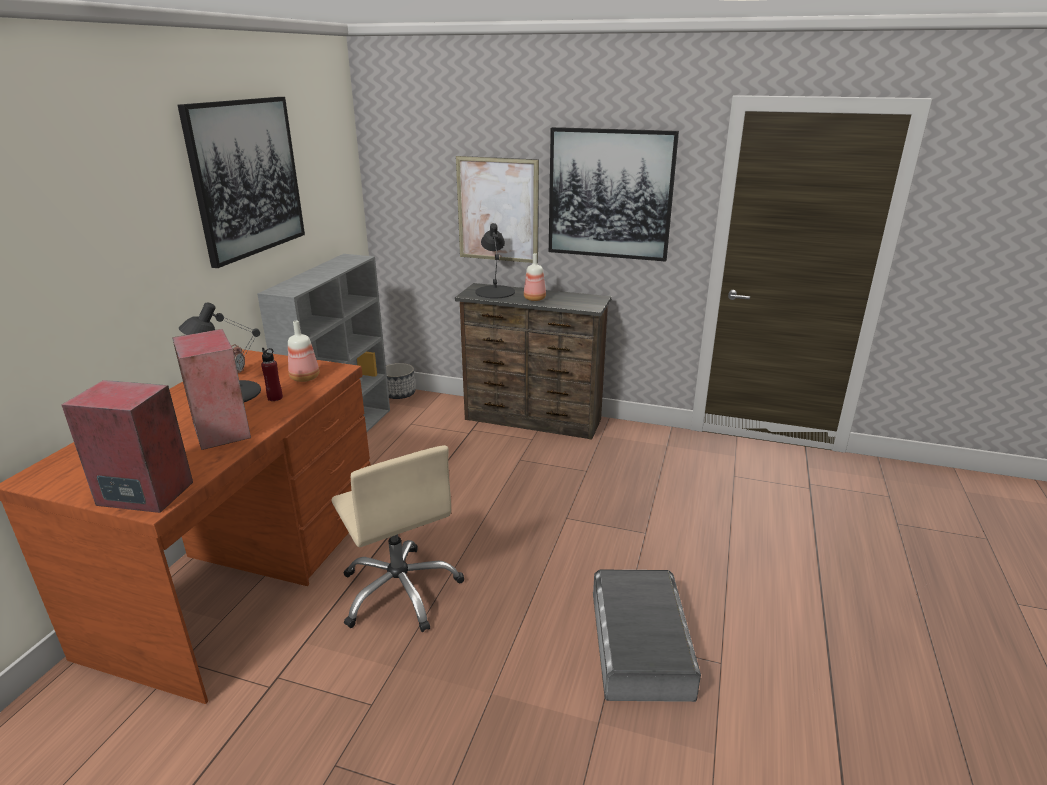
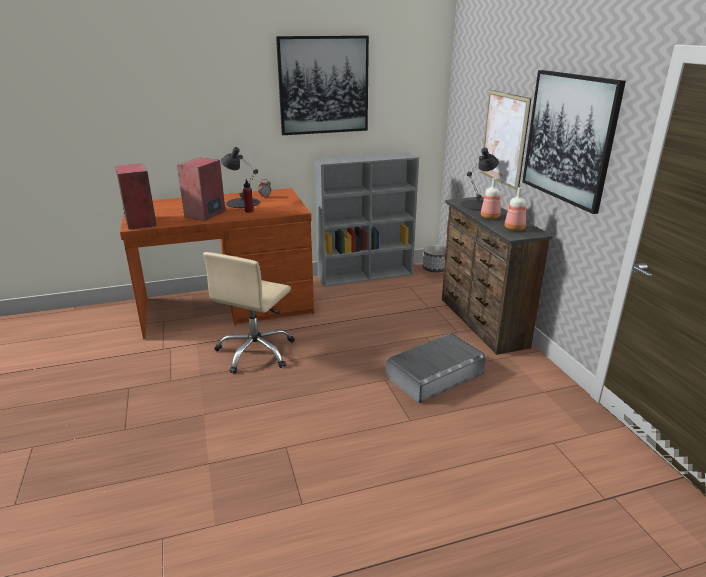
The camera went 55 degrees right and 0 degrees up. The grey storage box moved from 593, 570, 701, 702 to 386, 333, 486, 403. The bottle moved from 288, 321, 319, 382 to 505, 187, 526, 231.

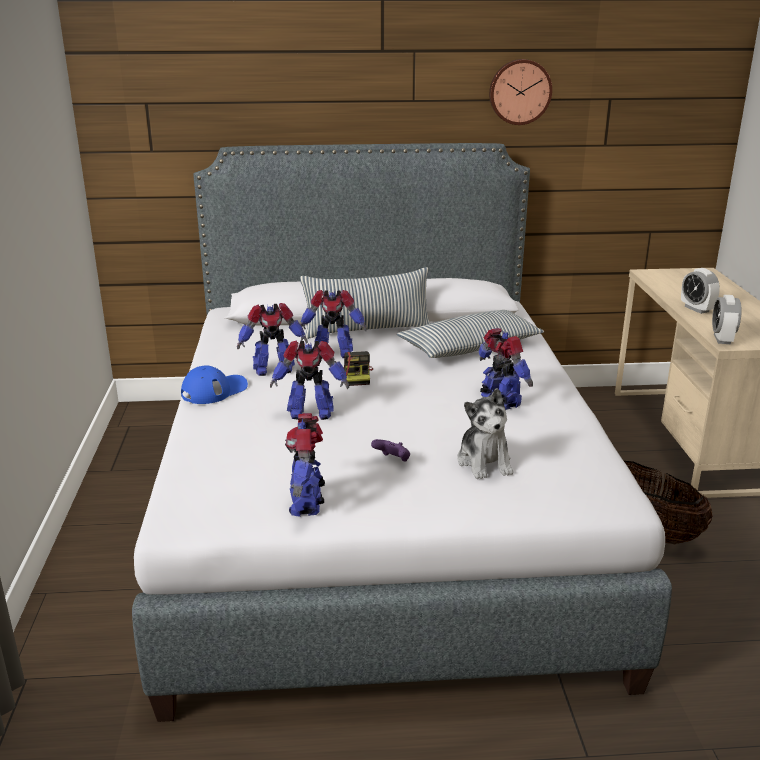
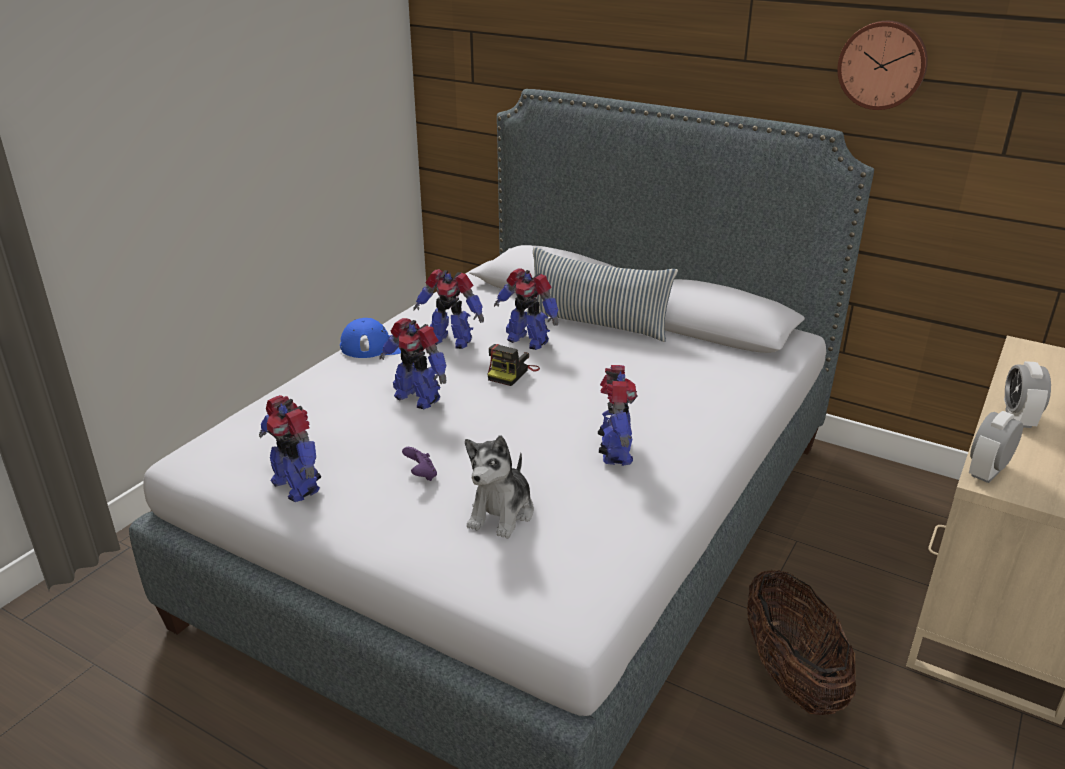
The camera went 35 degrees right and 5 degrees up. The toy robot at 285, 413, 325, 517 turned 75 degrees counterclockwise. The pillow at 397, 310, 544, 358 disappeared.

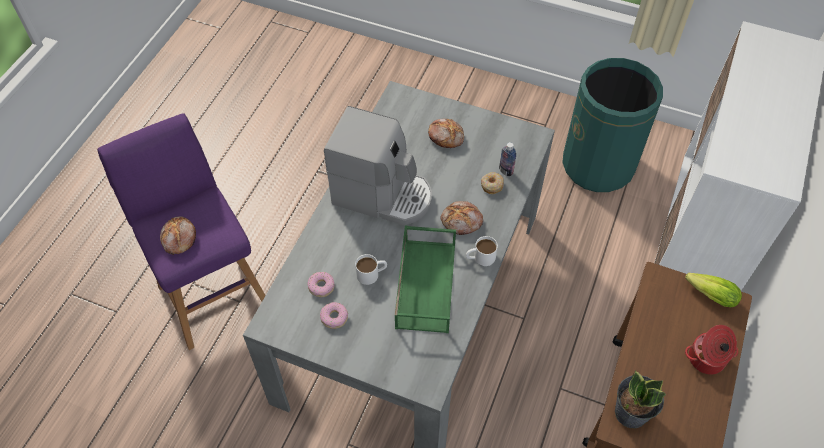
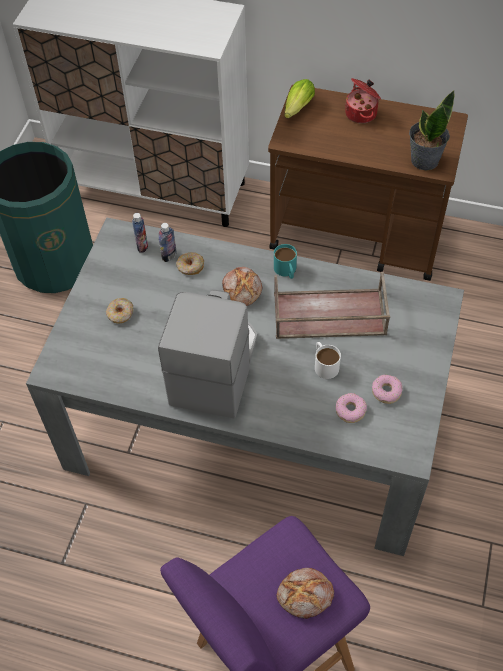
The camera went 95 degrees left and 0 degrees up. The bread at 428, 119, 464, 148 was replaced by the donut at 106, 298, 133, 324. The bottle at 132, 213, 148, 253 appeared. The white mug at 466, 236, 498, 266 became the turquoise mug at 274, 244, 297, 279. The green tray at 395, 225, 456, 333 became the brown tray at 274, 272, 390, 339.

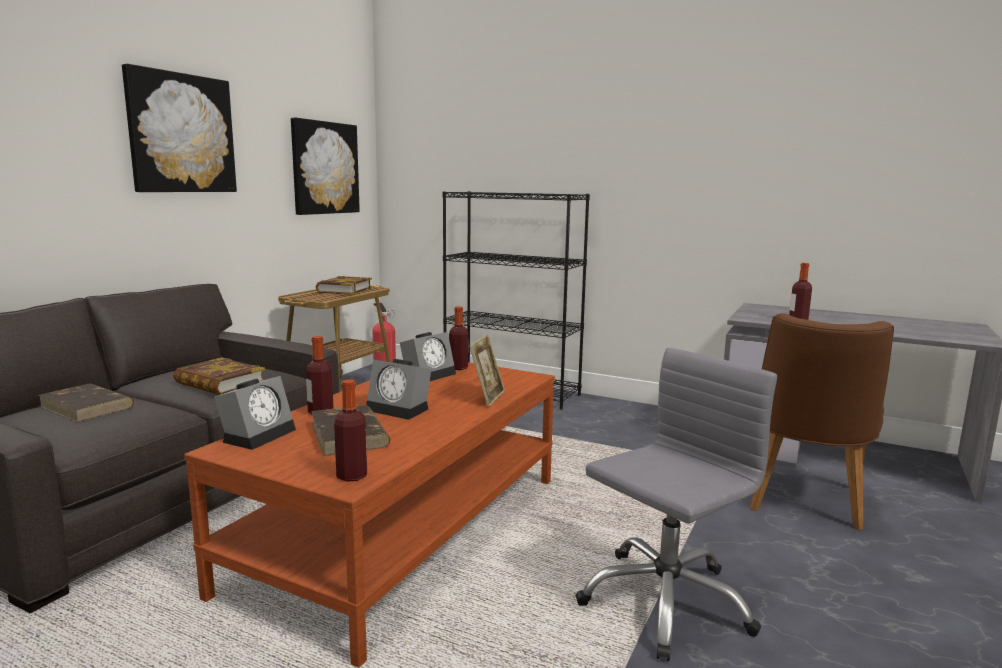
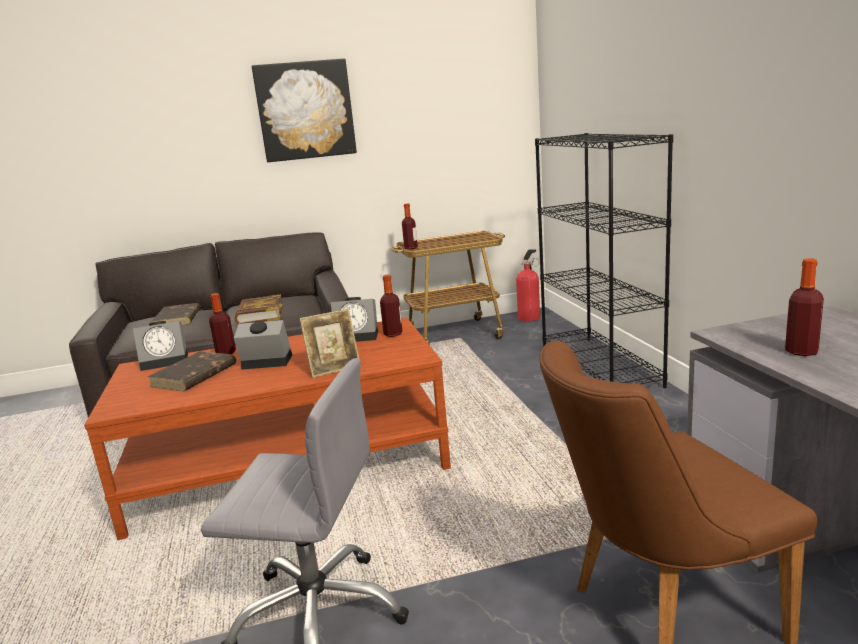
The camera went 50 degrees right and 5 degrees up. The alarm clock at 366, 359, 431, 420 turned 105 degrees clockwise. The bottle moved from 334, 379, 367, 482 to 402, 204, 418, 249. The picture at 291, 118, 360, 215 disappeared. The book at 316, 276, 372, 295 disappeared.

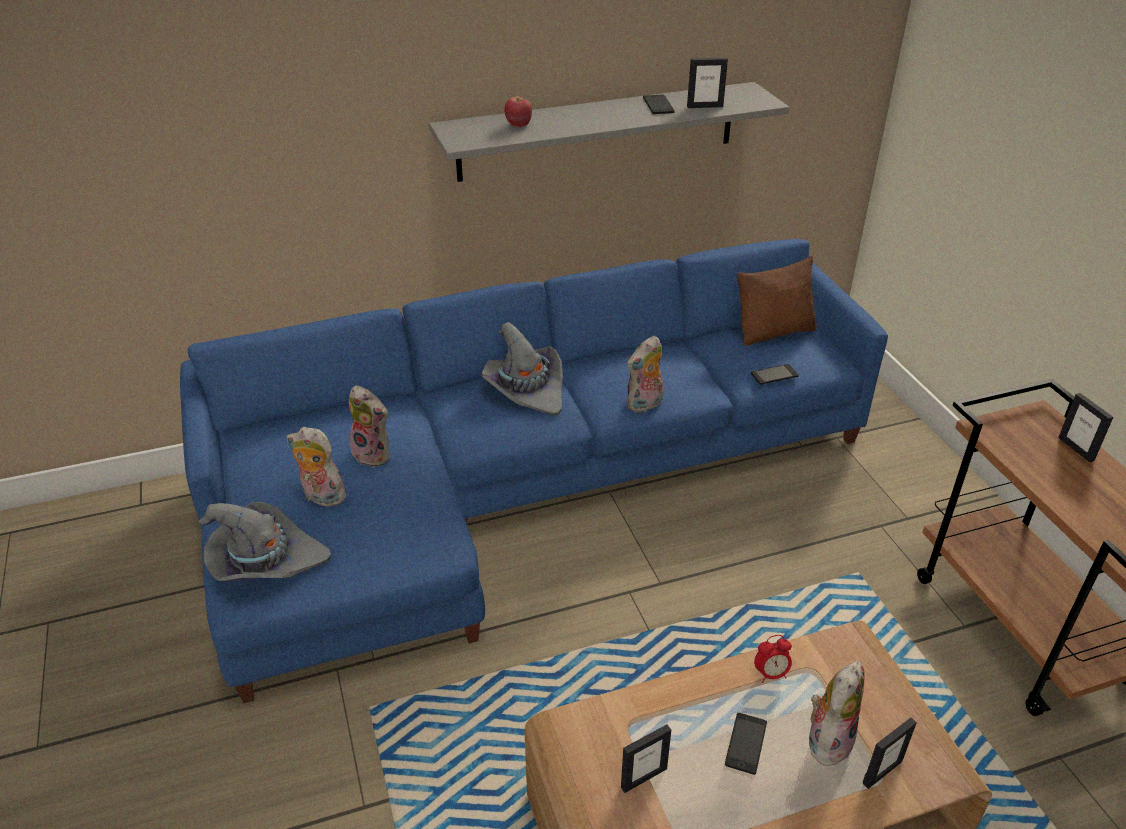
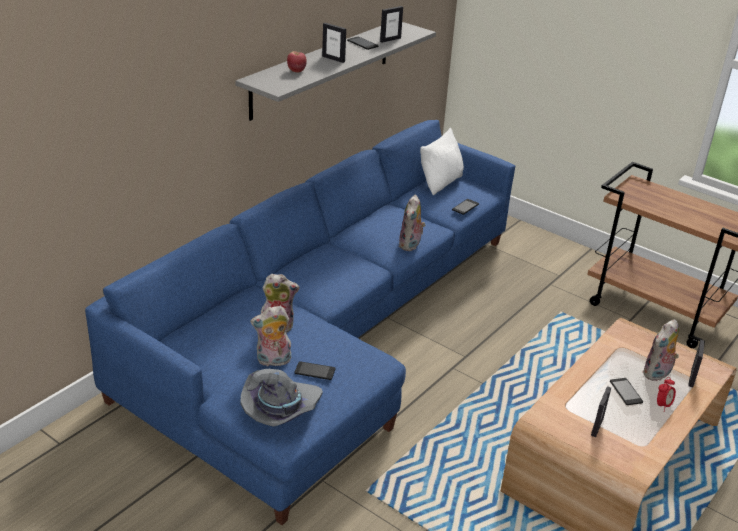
The camera went 35 degrees left and 5 degrees down. The phone at 294, 361, 336, 380 appeared. The picture frame moved from 1058, 393, 1113, 462 to 322, 23, 346, 63. The brown pillow at 737, 256, 817, 346 became the white pillow at 420, 128, 464, 195. The plush toy at 809, 661, 865, 771 turned 135 degrees counterclockwise. The alarm clock moved from 754, 635, 792, 683 to 657, 377, 676, 412. The grey hat at 481, 322, 563, 415 disappeared.

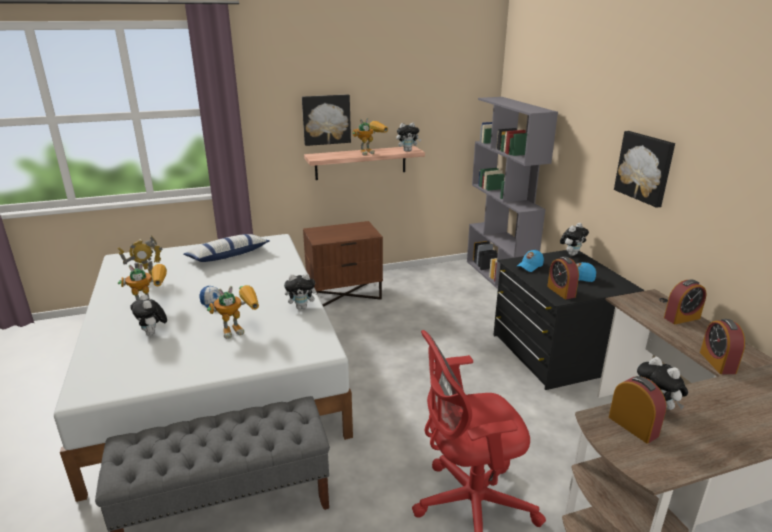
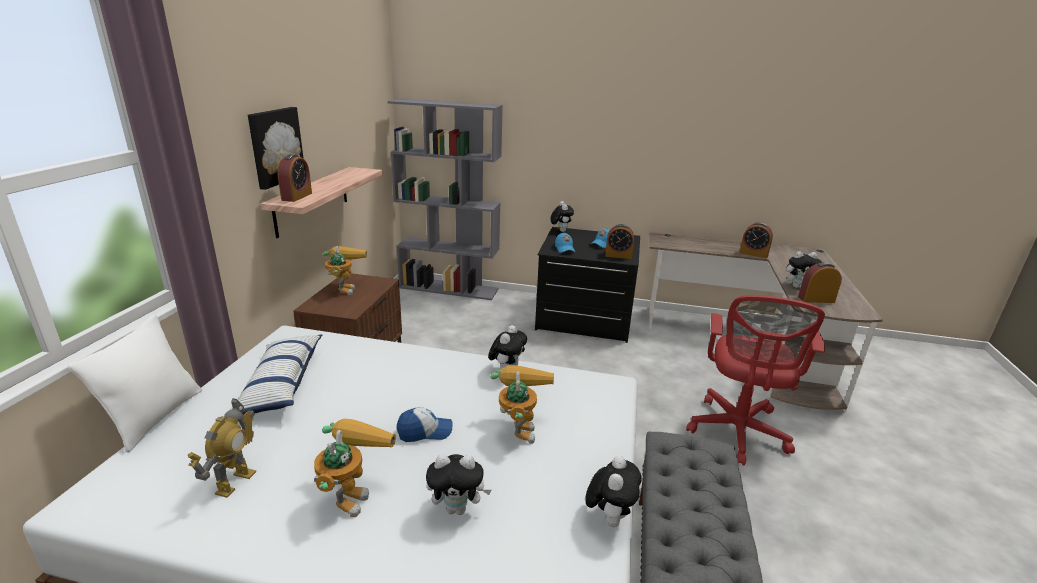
The camera went 60 degrees left and 0 degrees up. The white pillow at 68, 314, 202, 453 appeared. The alarm clock moved from 664, 279, 707, 324 to 277, 154, 312, 202. The toy robot moved from 352, 118, 388, 156 to 323, 246, 367, 295. The plush toy moved from 396, 123, 421, 152 to 585, 456, 642, 527. The picture at 614, 131, 675, 208 disappeared.

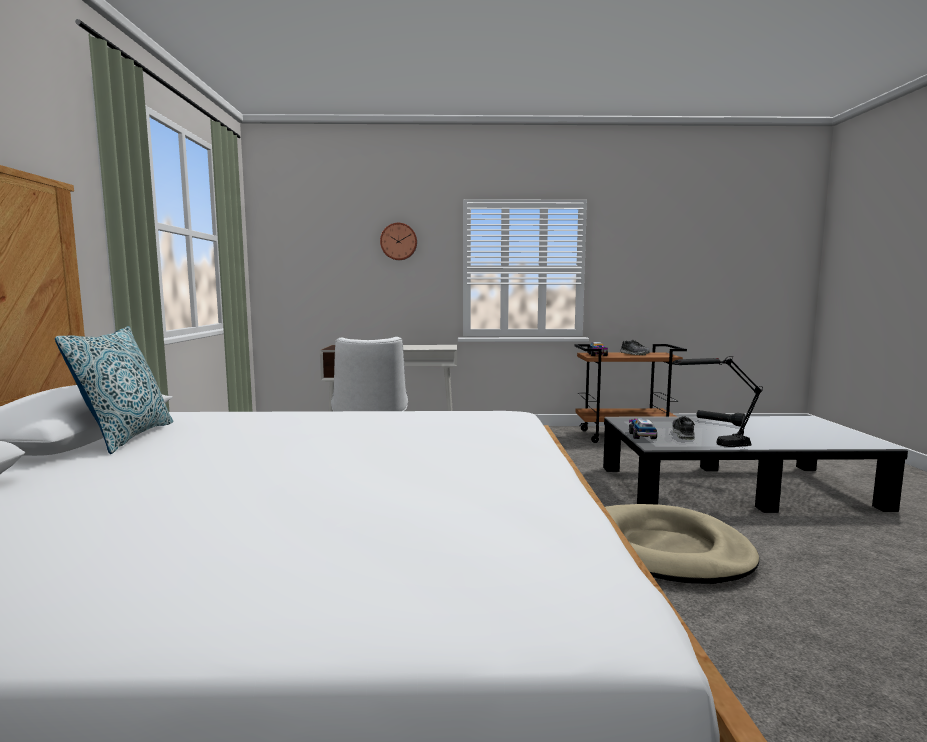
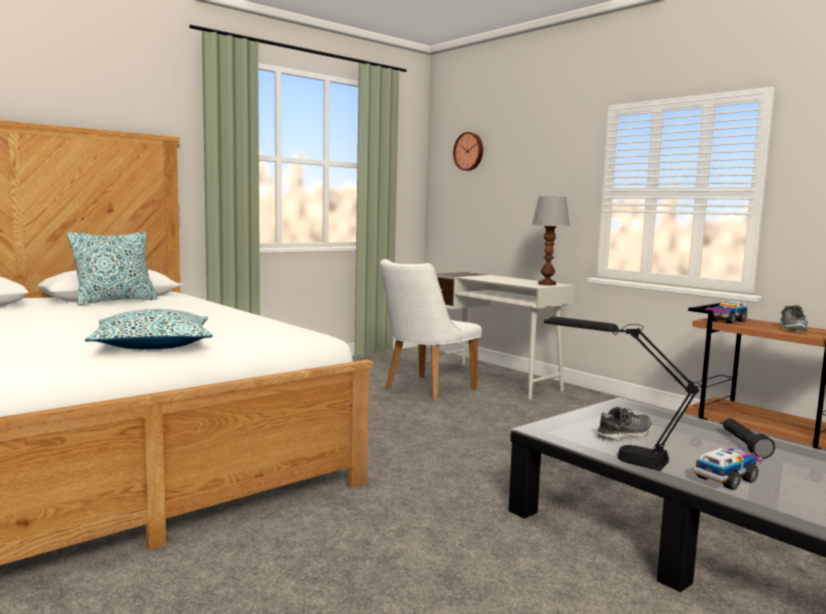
The camera went 50 degrees right and 0 degrees up. The pillow at 85, 309, 212, 349 appeared. The wall clock moved from 380, 223, 417, 260 to 453, 132, 483, 171. The table lamp at 531, 196, 570, 285 appeared. The toy truck moved from 629, 418, 657, 439 to 694, 448, 762, 490. The beige dog bed at 605, 504, 759, 584 disappeared.

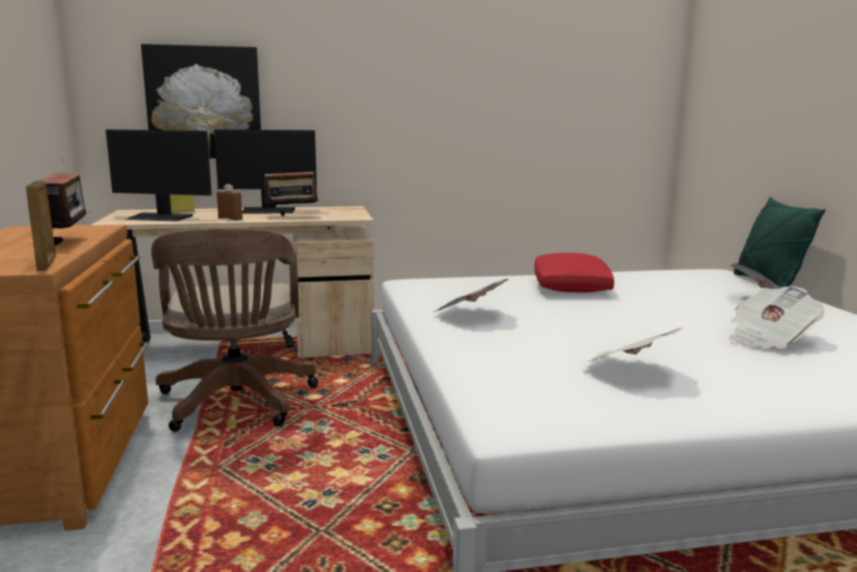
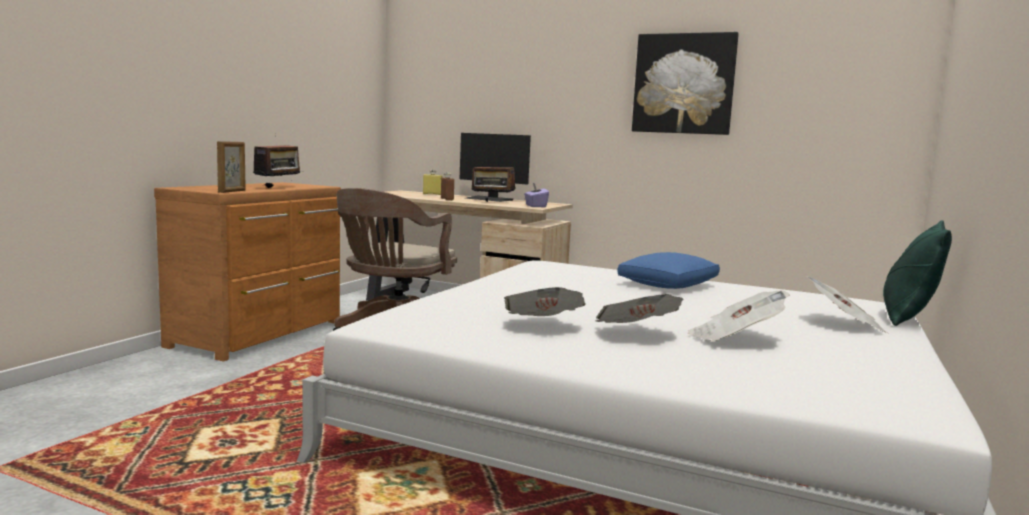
The camera went 35 degrees right and 5 degrees down. The purple tissue box at 524, 183, 549, 207 appeared. The newspaper moved from 433, 279, 509, 312 to 595, 294, 684, 323. The red pillow at 534, 253, 614, 293 became the blue pillow at 617, 252, 720, 289. The picture moved from 141, 44, 261, 158 to 632, 32, 739, 135. The monitor at 106, 129, 212, 222 disappeared.

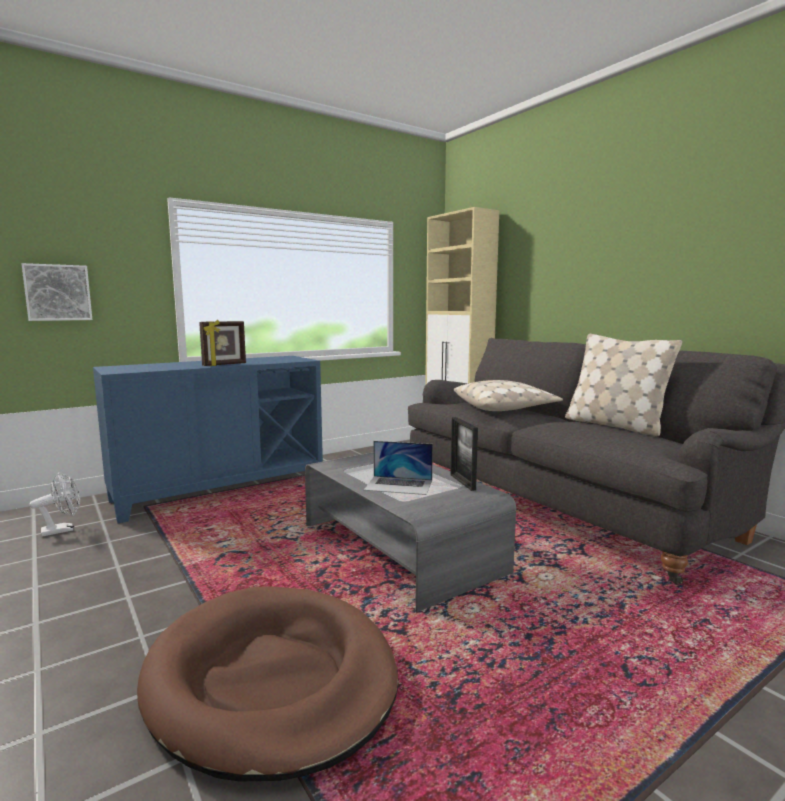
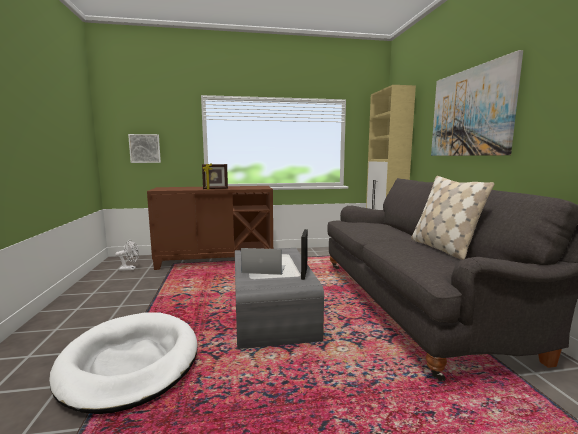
The camera went 25 degrees right and 0 degrees up. The brown dog bed at 137, 586, 398, 782 became the white dog bed at 49, 312, 198, 414. The blue cabinet at 93, 356, 323, 523 became the brown cabinet at 147, 186, 273, 270. The laptop at 364, 441, 433, 495 turned 150 degrees clockwise. The picture at 431, 50, 523, 156 appeared. The beige pillow at 454, 380, 563, 411 disappeared.

